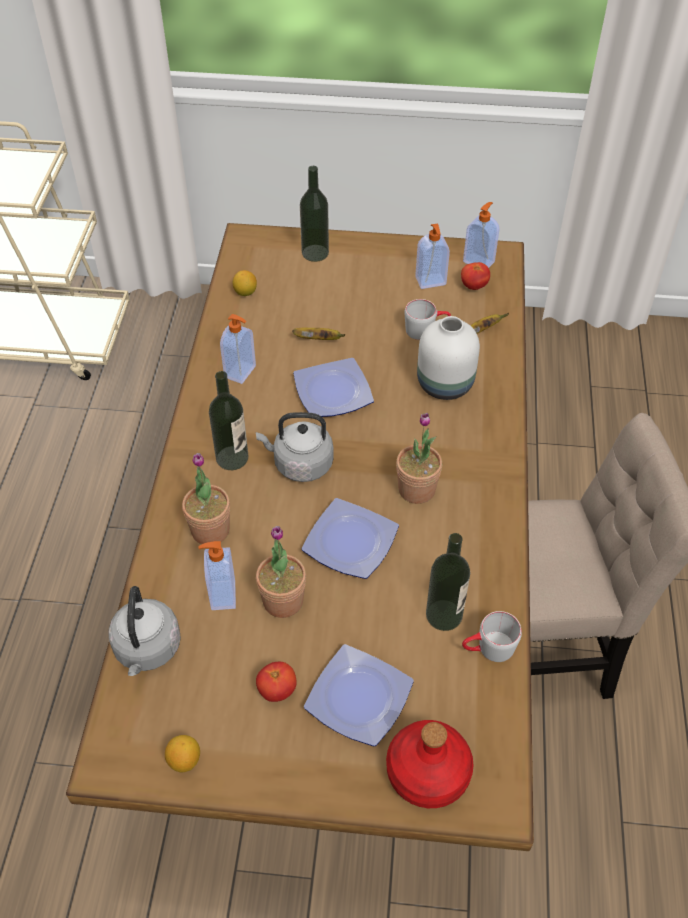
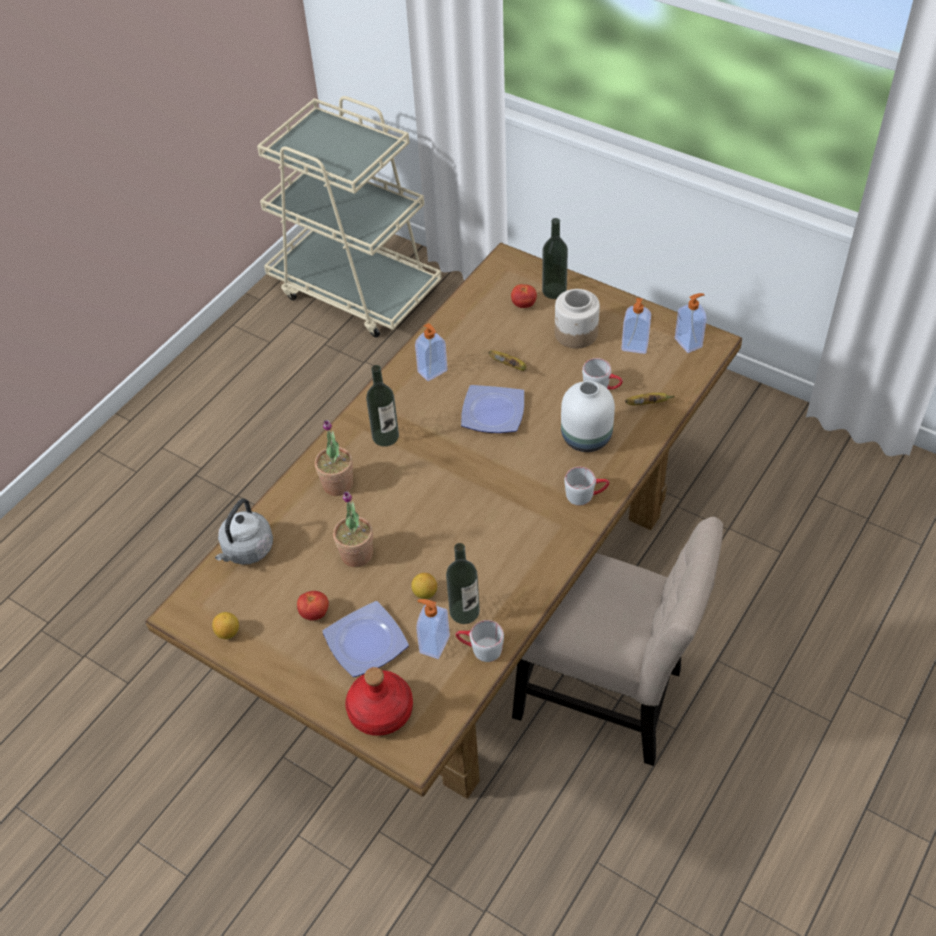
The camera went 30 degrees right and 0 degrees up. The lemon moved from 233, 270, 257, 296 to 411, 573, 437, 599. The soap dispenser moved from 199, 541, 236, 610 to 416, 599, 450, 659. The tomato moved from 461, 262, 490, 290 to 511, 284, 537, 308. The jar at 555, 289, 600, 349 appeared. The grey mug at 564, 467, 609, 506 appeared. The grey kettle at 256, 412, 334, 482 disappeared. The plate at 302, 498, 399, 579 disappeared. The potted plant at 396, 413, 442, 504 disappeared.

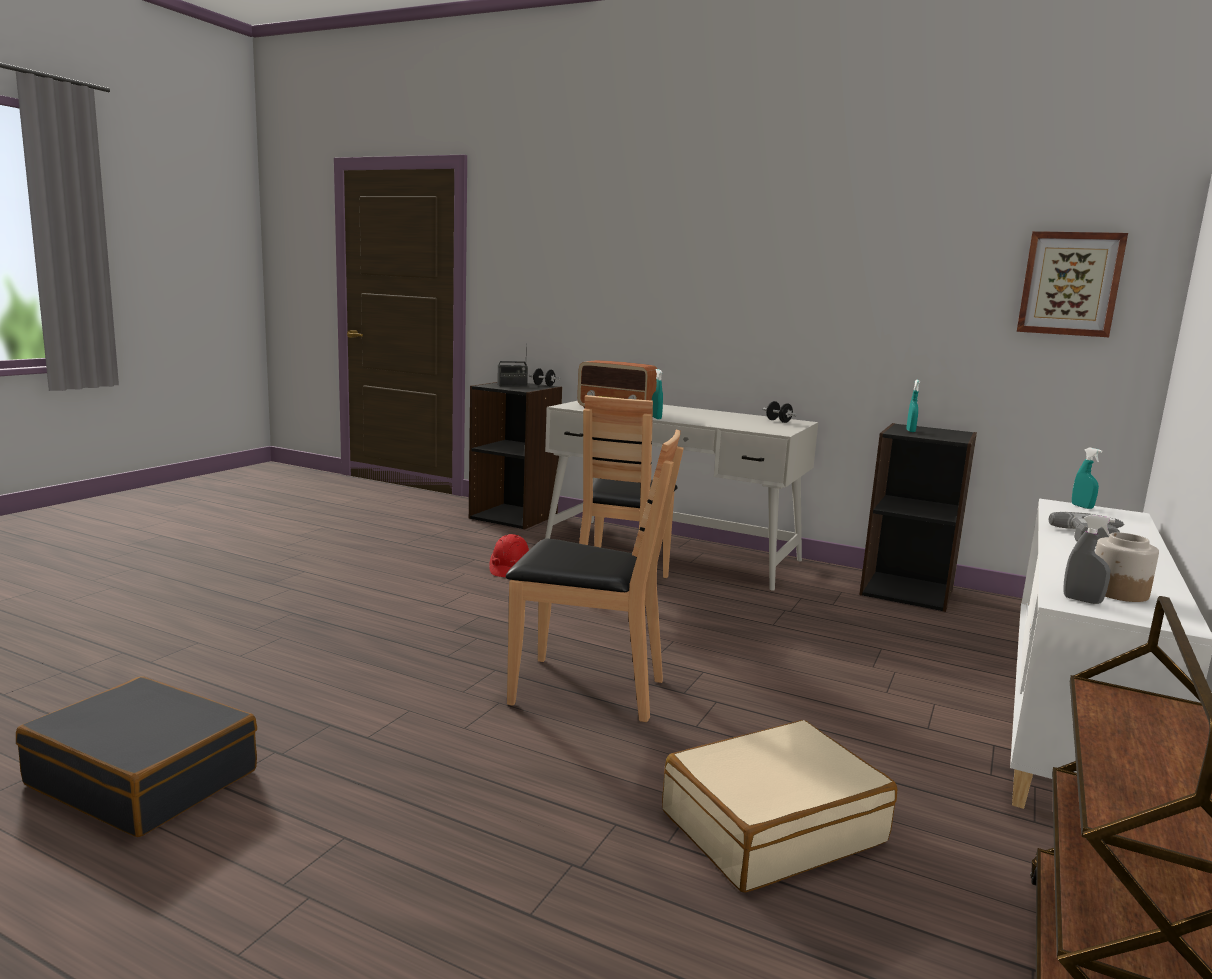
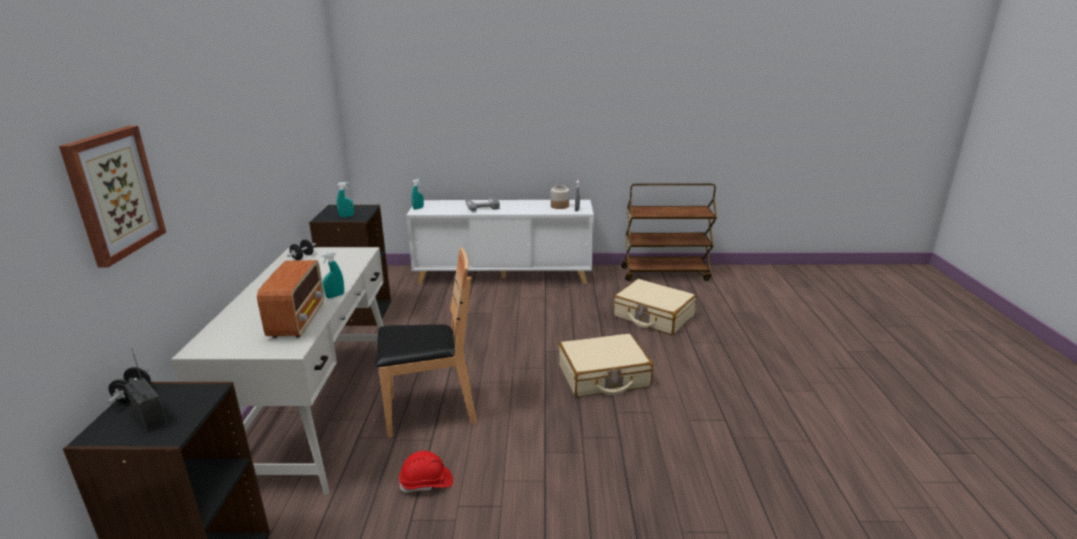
The camera went 115 degrees left and 10 degrees up. The picture moved from 1017, 231, 1128, 337 to 59, 126, 166, 268. The brown chair at 506, 429, 683, 722 was replaced by the beige suitcase at 559, 333, 653, 397. The black suitcase at 16, 676, 257, 837 disappeared.

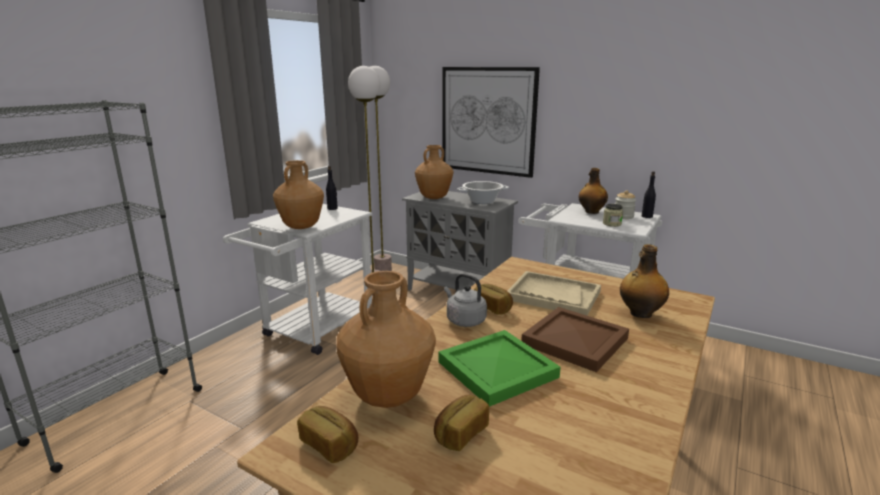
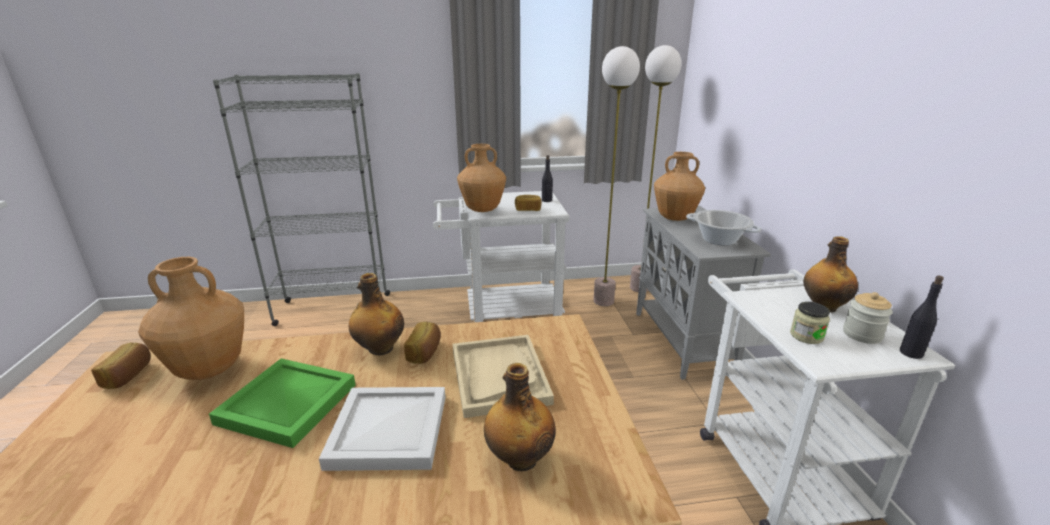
The camera went 50 degrees right and 5 degrees up. The brown tray at 521, 307, 629, 372 became the white tray at 319, 387, 445, 471. The grey kettle at 444, 274, 487, 327 was replaced by the bottle at 349, 273, 404, 355. The bread moved from 434, 395, 489, 451 to 515, 195, 542, 211. The picture at 442, 67, 540, 178 disappeared.

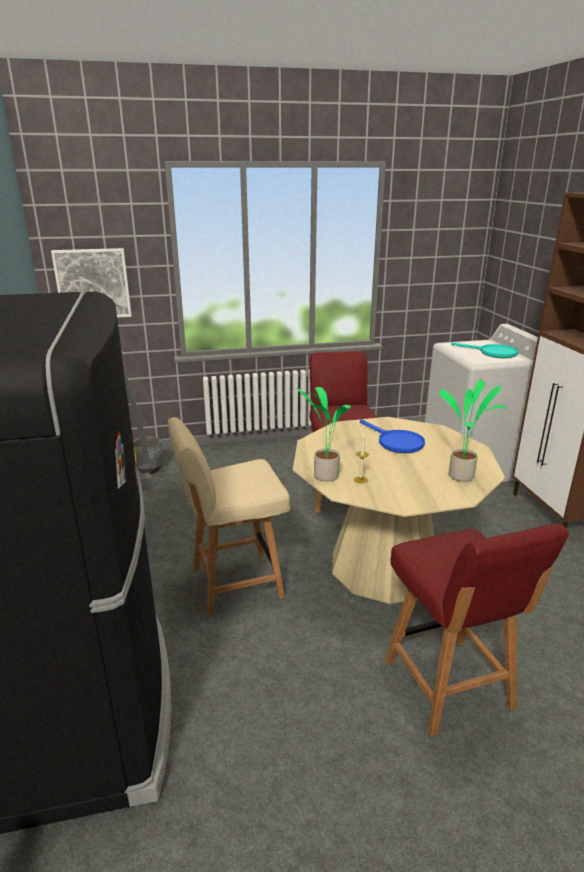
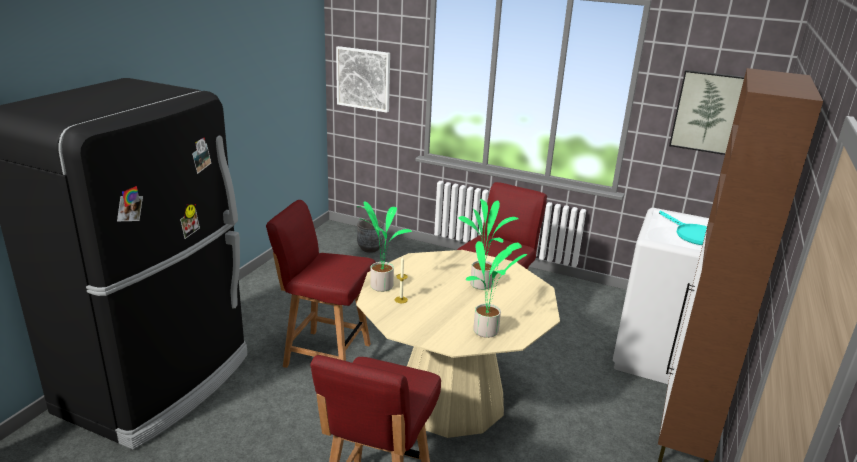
The camera went 35 degrees right and 0 degrees up. The beige chair at 168, 417, 290, 616 became the red chair at 266, 200, 376, 368. The blue frying pan at 360, 419, 425, 453 was replaced by the potted plant at 459, 199, 519, 290. The picture at 669, 70, 744, 155 appeared.

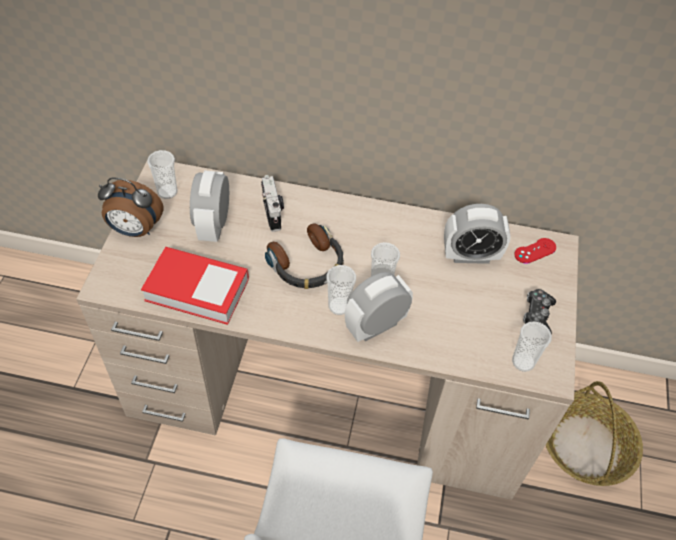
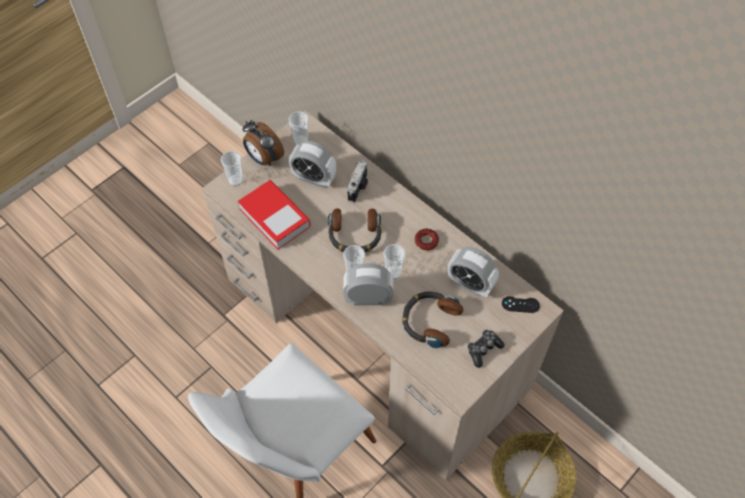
The camera went 35 degrees right and 5 degrees up. The cup moved from 512, 321, 552, 372 to 221, 151, 243, 186. The alarm clock at 190, 170, 229, 242 turned 105 degrees counterclockwise. The headphones at 402, 291, 463, 348 appeared. The donut at 415, 228, 439, 251 appeared. The red game controller at 514, 238, 556, 264 became the black game controller at 502, 296, 540, 313.

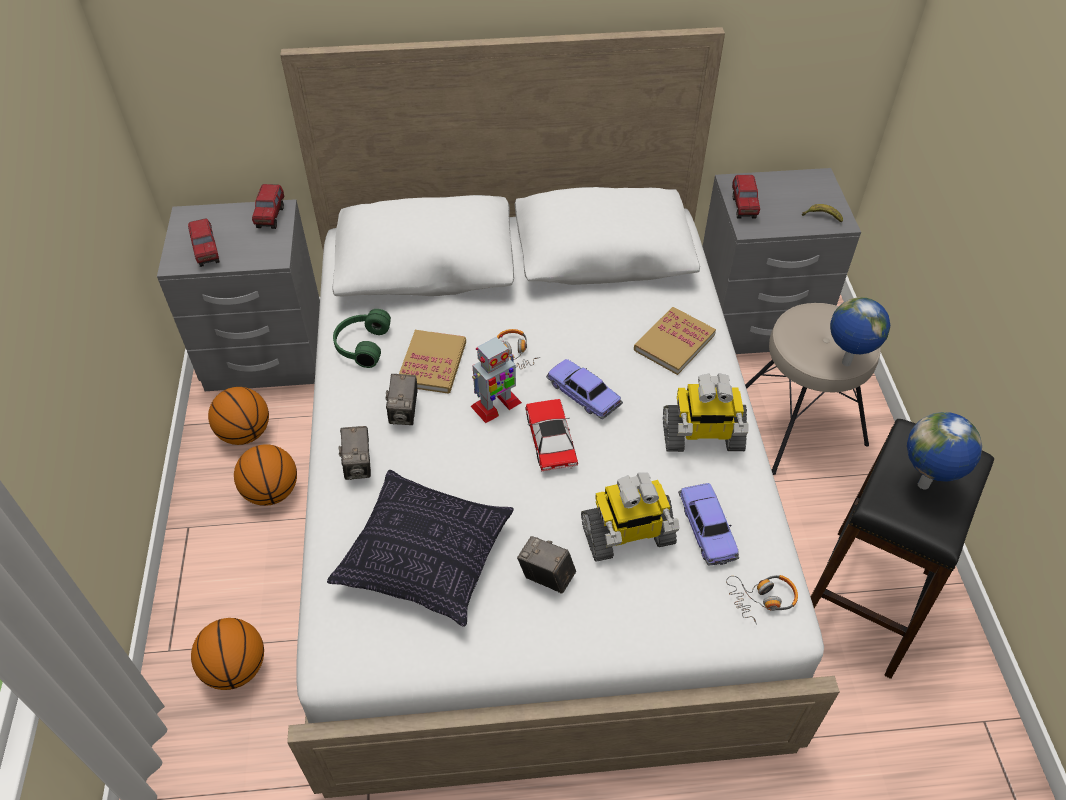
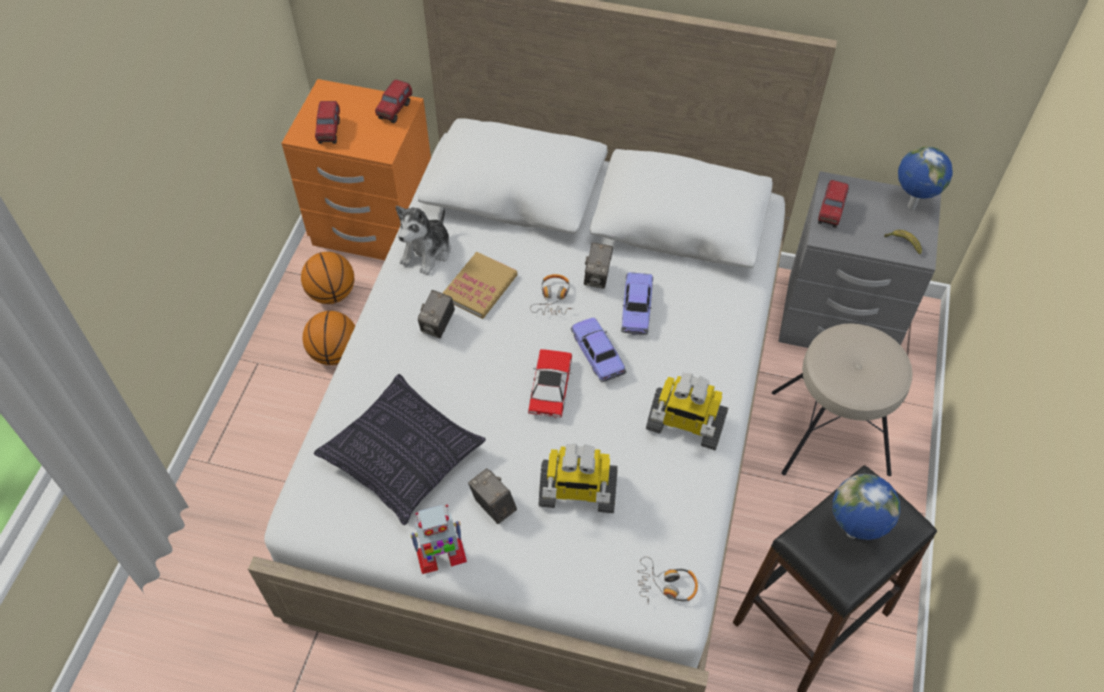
The camera went 20 degrees right and 5 degrees up. The grey nightstand at 157, 199, 320, 391 became the orange nightstand at 281, 79, 431, 260. The green headphones at 333, 309, 391, 368 was replaced by the plush toy at 396, 206, 451, 275. The toy robot moved from 470, 335, 522, 423 to 410, 505, 467, 574. The photo camera moved from 339, 426, 371, 480 to 584, 242, 613, 289. The toy car moved from 678, 483, 739, 565 to 621, 272, 653, 335. The globe moved from 830, 297, 890, 366 to 898, 146, 953, 210. The basketball at 191, 618, 264, 690 disappeared. The book at 634, 307, 716, 375 disappeared.

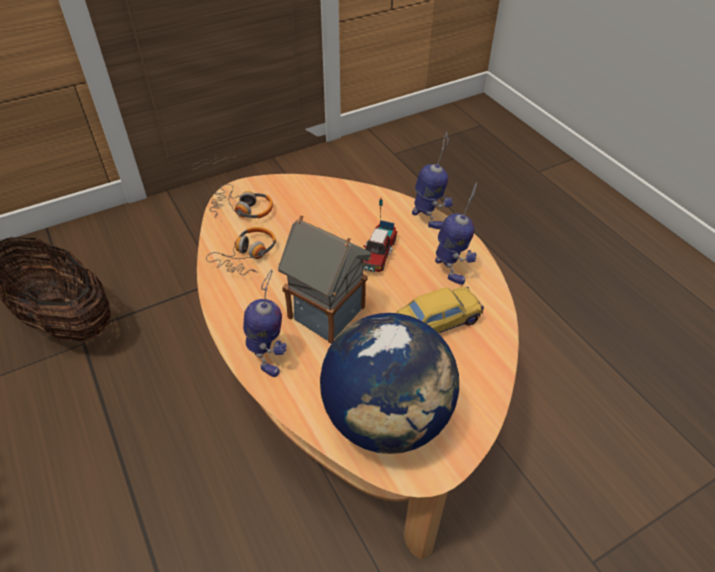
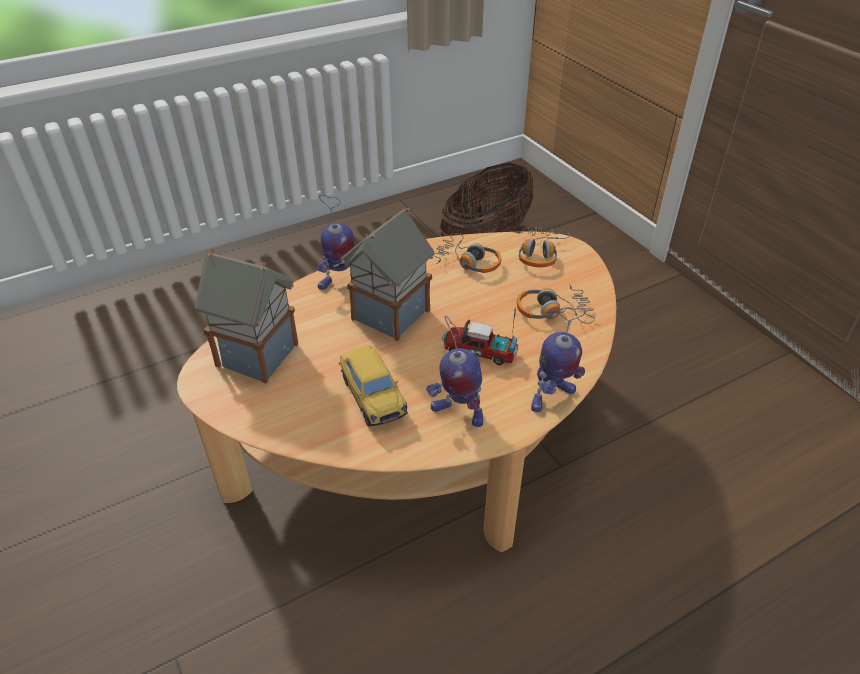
The camera went 90 degrees right and 5 degrees down. The globe at 320, 313, 459, 454 was replaced by the toy house at 195, 248, 298, 384. The toy robot at 435, 182, 477, 285 turned 45 degrees clockwise. The headphones at 517, 284, 595, 324 appeared.

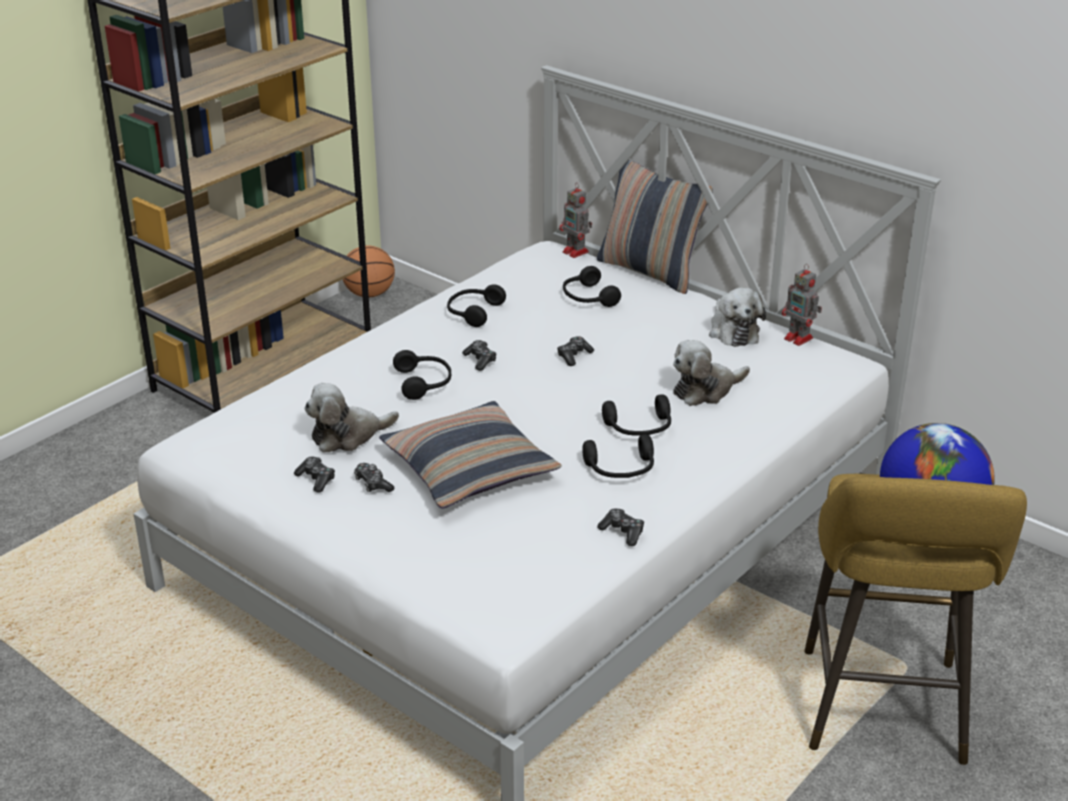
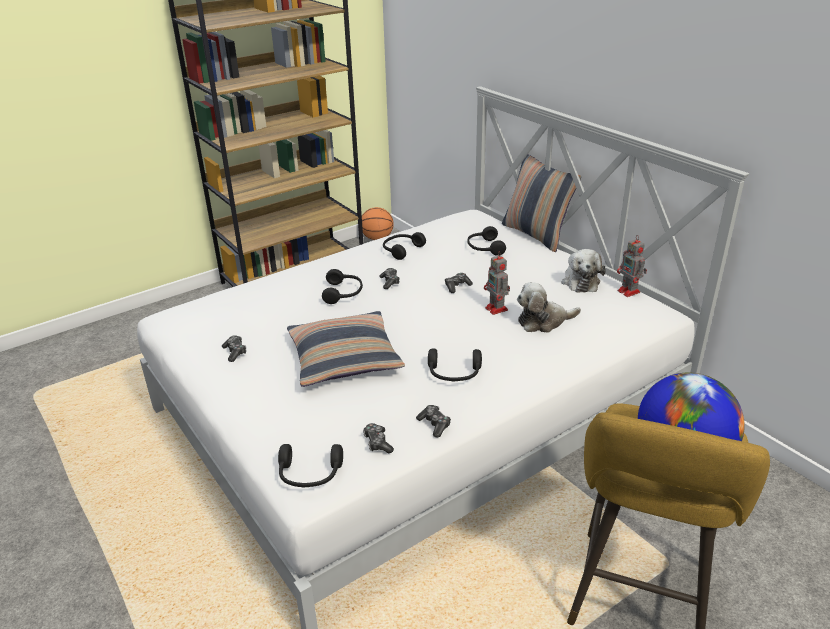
The camera went 15 degrees right and 0 degrees up. The black headphones moved from 602, 394, 671, 436 to 278, 444, 343, 488. The game controller moved from 354, 463, 395, 492 to 363, 423, 394, 453. The toy robot moved from 559, 182, 592, 258 to 484, 251, 510, 315. The plush toy at 304, 383, 399, 453 disappeared.

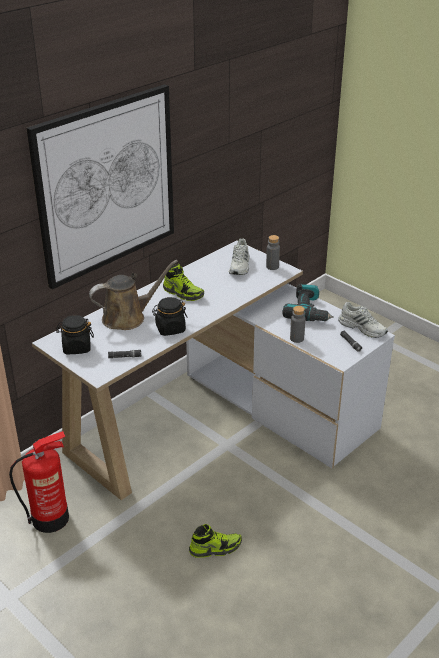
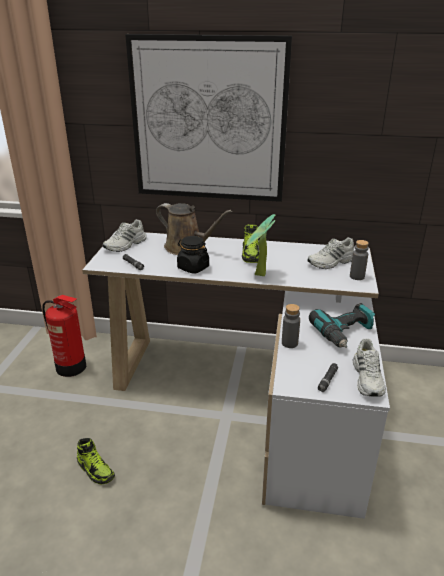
The camera went 55 degrees right and 5 degrees down. The black jar at 56, 315, 94, 354 was replaced by the white shoe at 103, 219, 147, 252. The potted plant at 246, 214, 275, 276 appeared.

